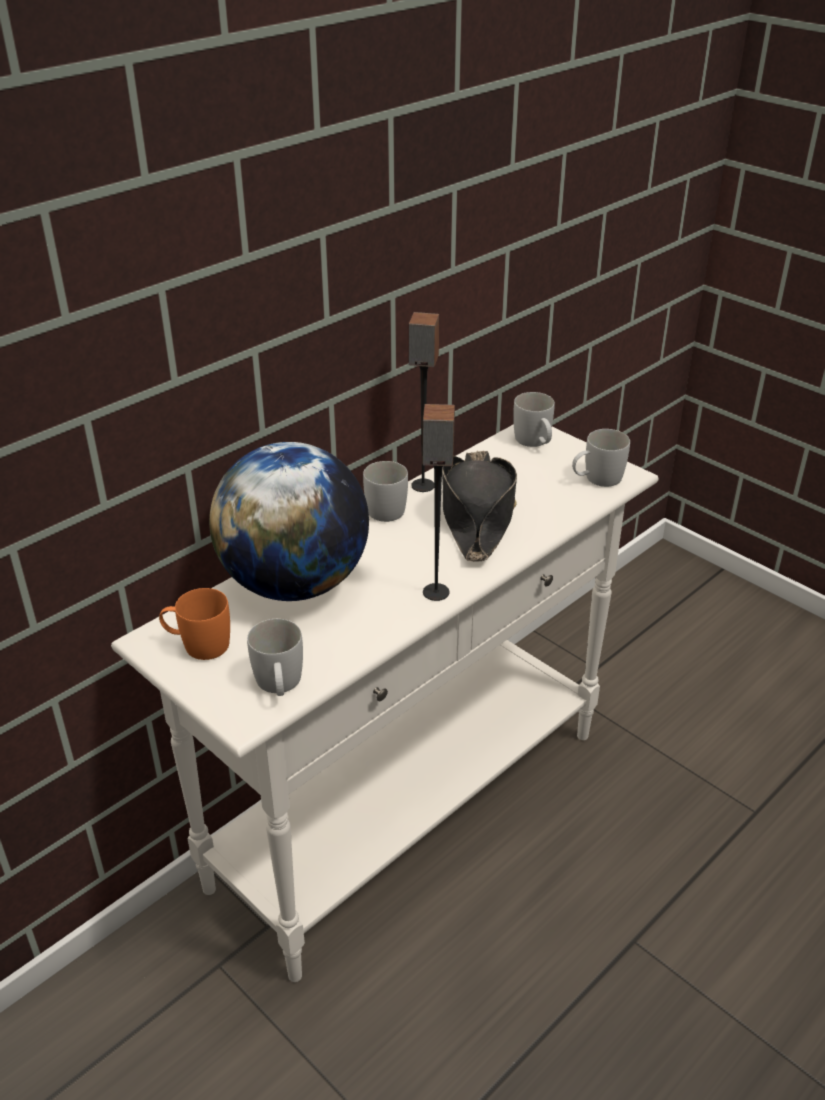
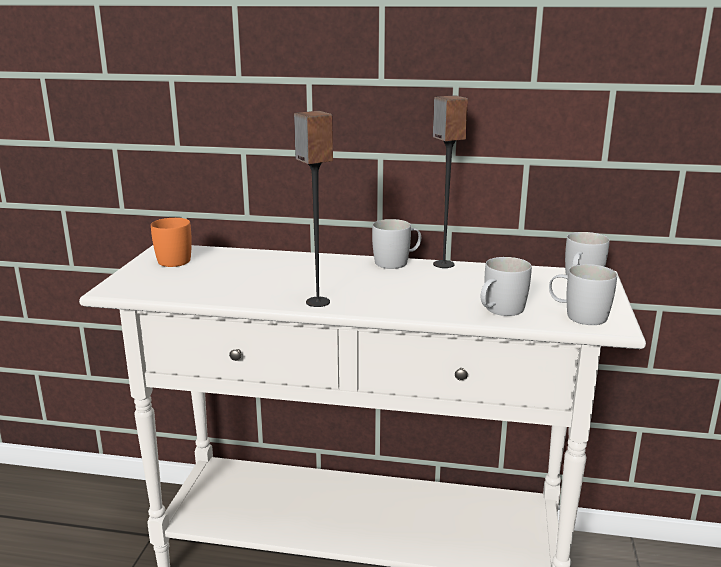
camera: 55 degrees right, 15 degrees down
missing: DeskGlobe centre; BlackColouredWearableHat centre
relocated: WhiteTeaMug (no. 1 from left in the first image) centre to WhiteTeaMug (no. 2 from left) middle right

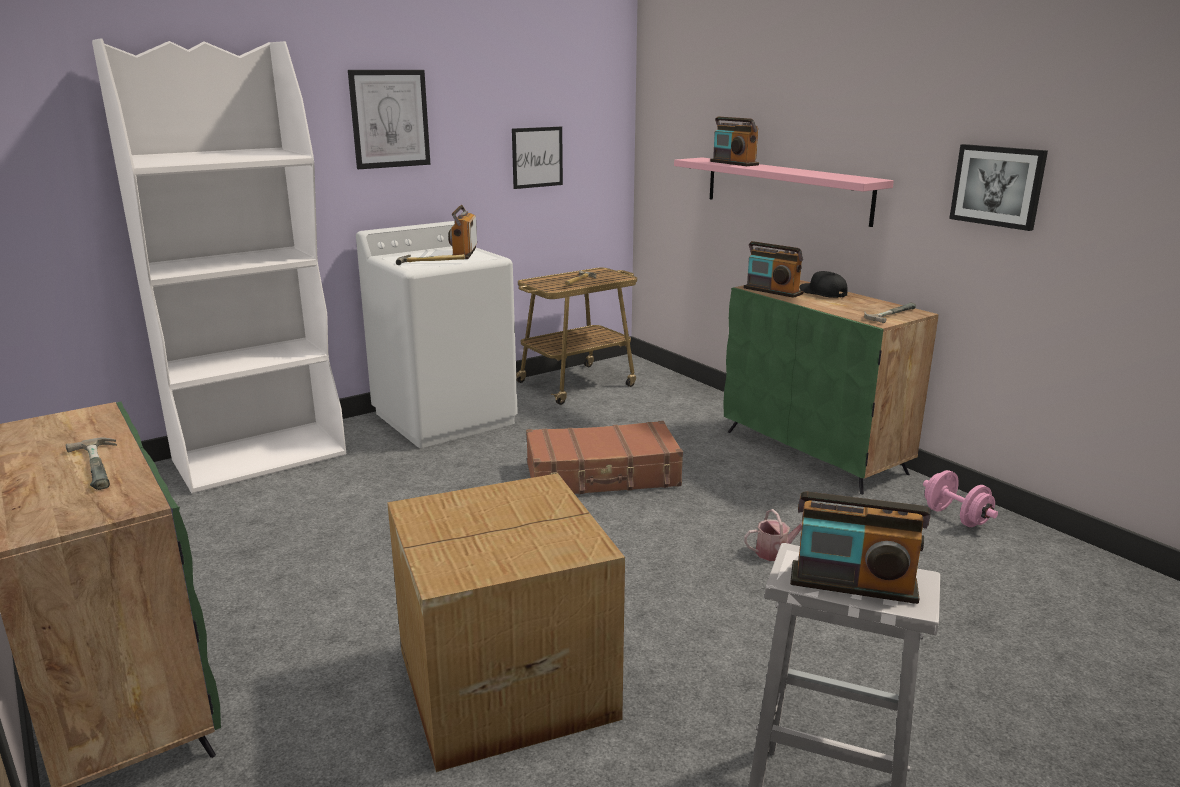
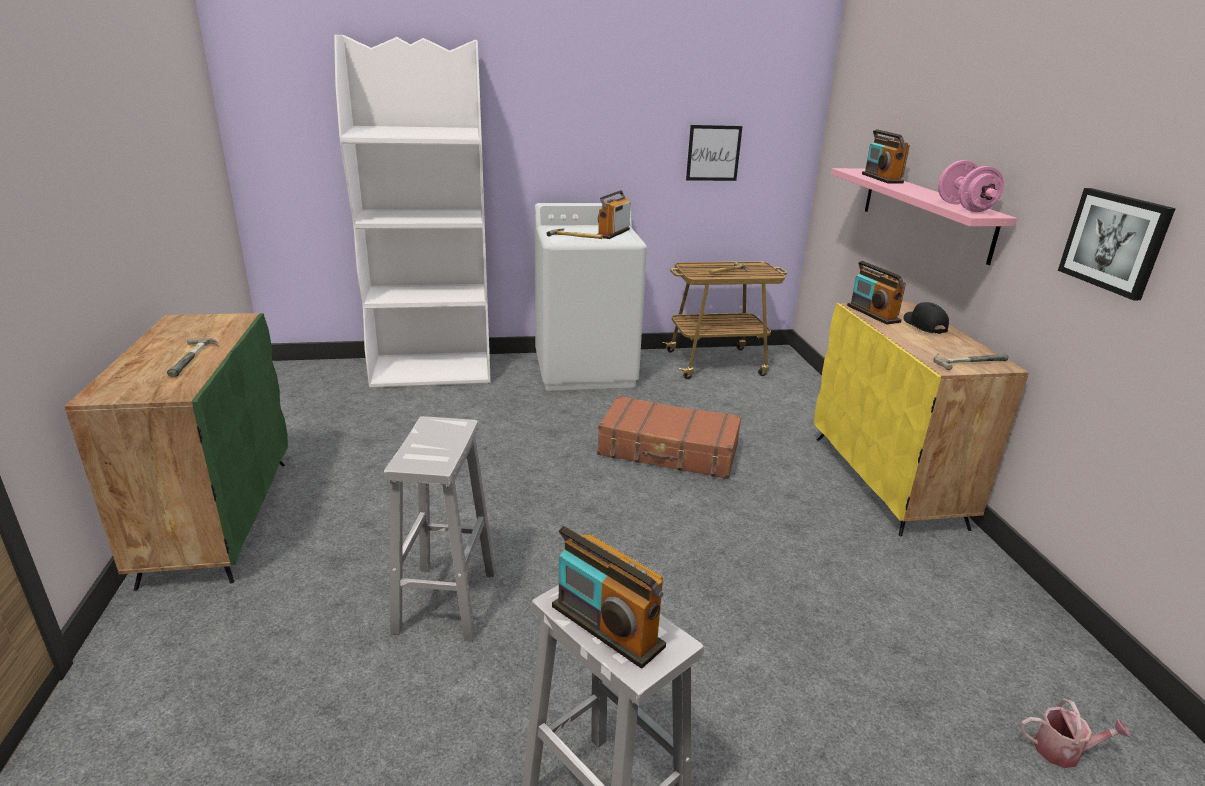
camera: 25 degrees right, 5 degrees up
missing: Picture (no. 1 from left) top left
relocated: PinkColouredHandWeight middle right to top right; WateringCan bottom centre to bottom right
exchanged: Carton bottom centre to WhiteSittingStool (no. 1 from left) bottom centre
colour: GreenStorageCabinet (no. 2 from left) middle right to YellowishStorageCabinet middle right

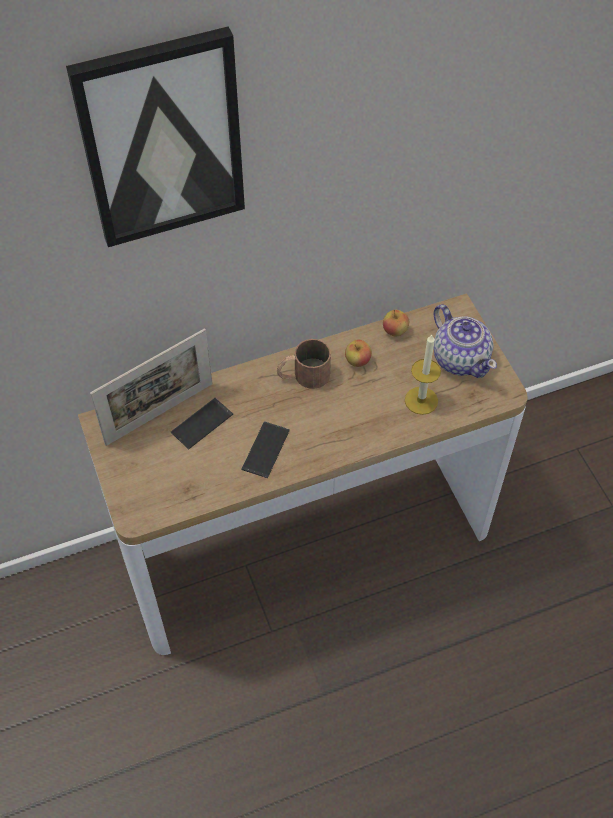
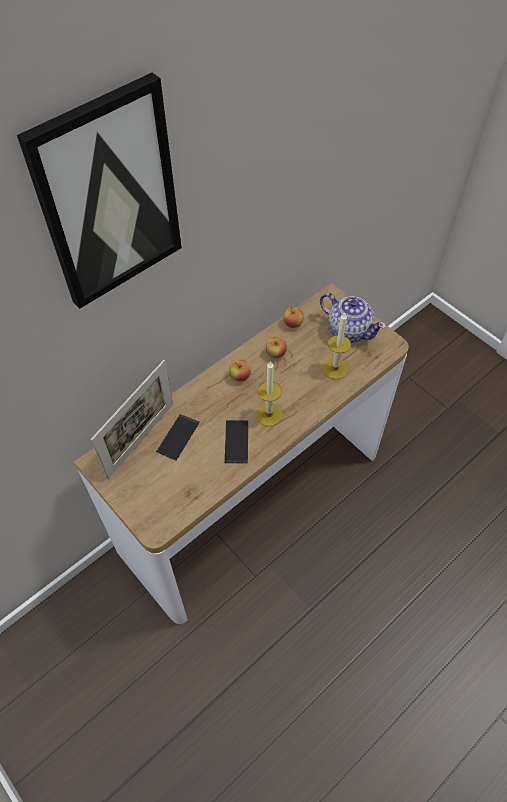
camera: 20 degrees left, 0 degrees up
appeared: Candle (no. 1 from left) centre
exchanged: BrownColouredTeaMug centre to AppleFruit (no. 1 from left) centre

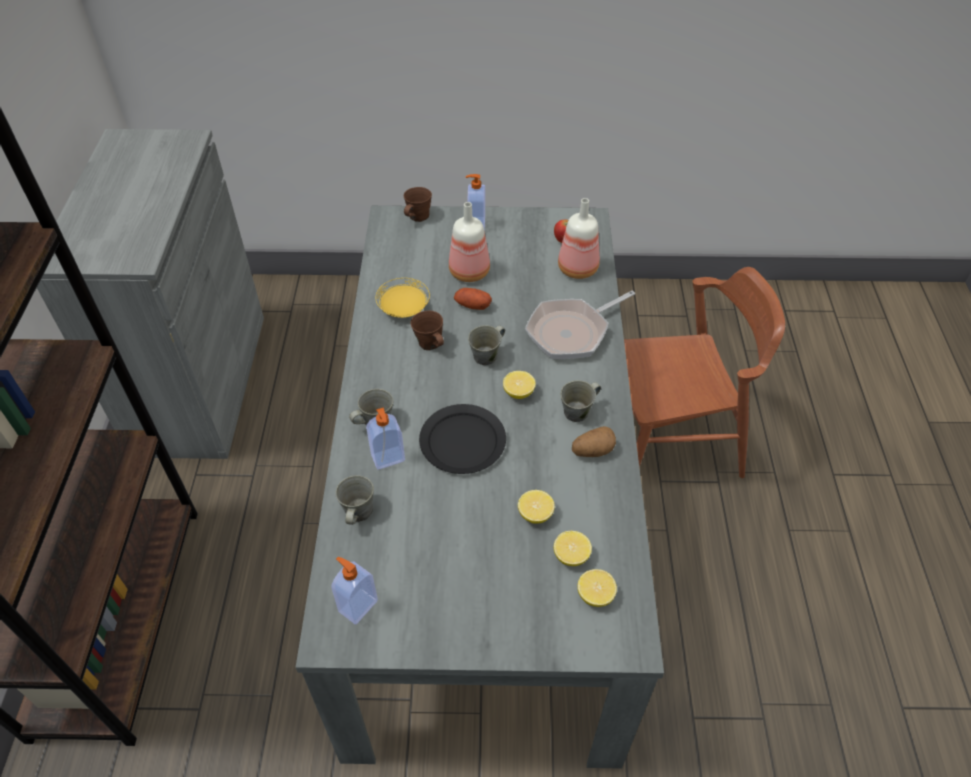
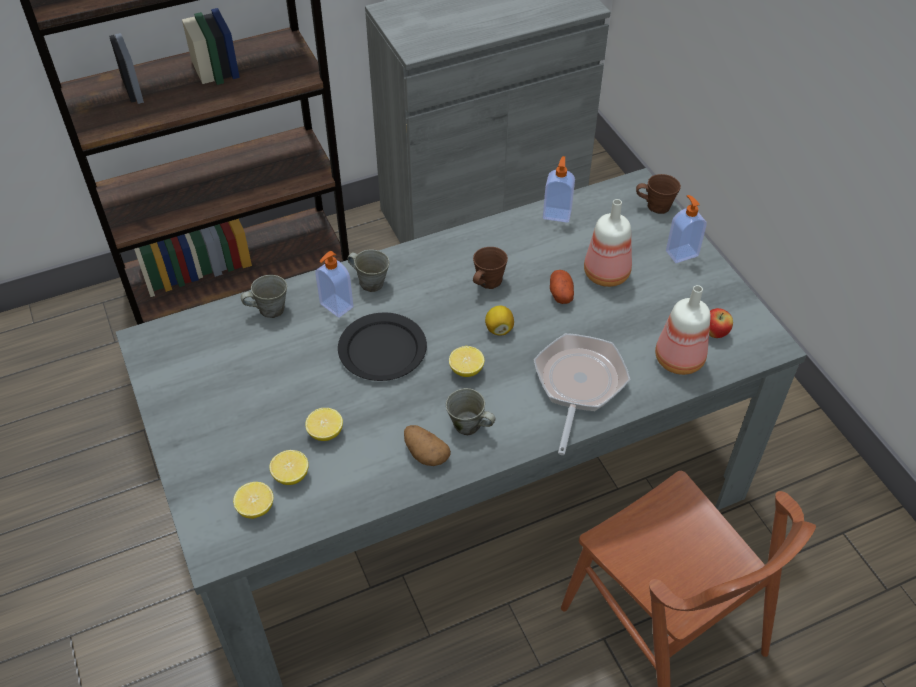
camera: 65 degrees right, 0 degrees up
missing: YellowishFlatDish centre
relocated: SoapDispenser (no. 1 from left in the first image) bottom centre to SoapDispenser (no. 2 from left) top centre
exchanged: GreyishTeaMug (no. 3 from left) centre to Lemon (no. 5 from left) centre
spun: Skillet centre = centre 75 degrees clockwise

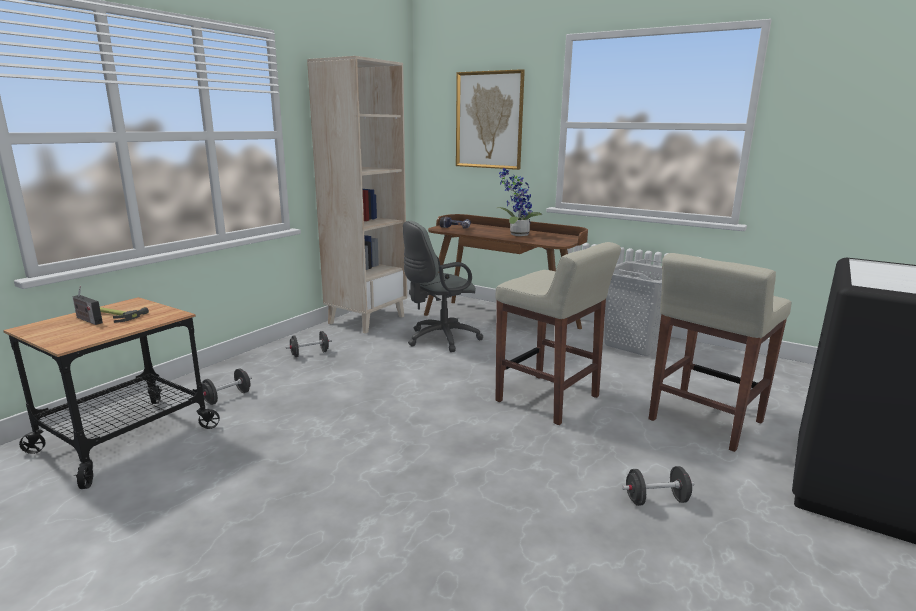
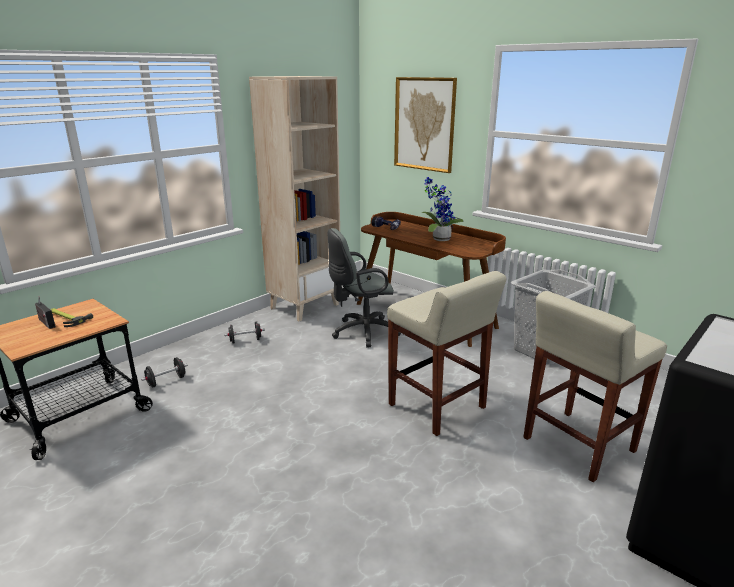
camera: 10 degrees right, 5 degrees up
missing: BlackColouredHandWeight (no. 3 from left) bottom right

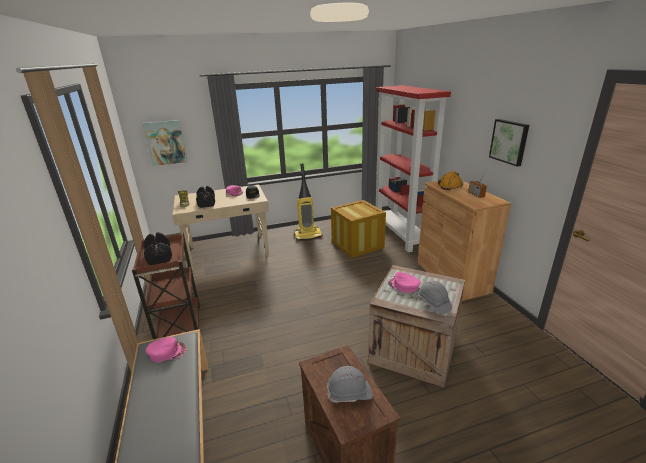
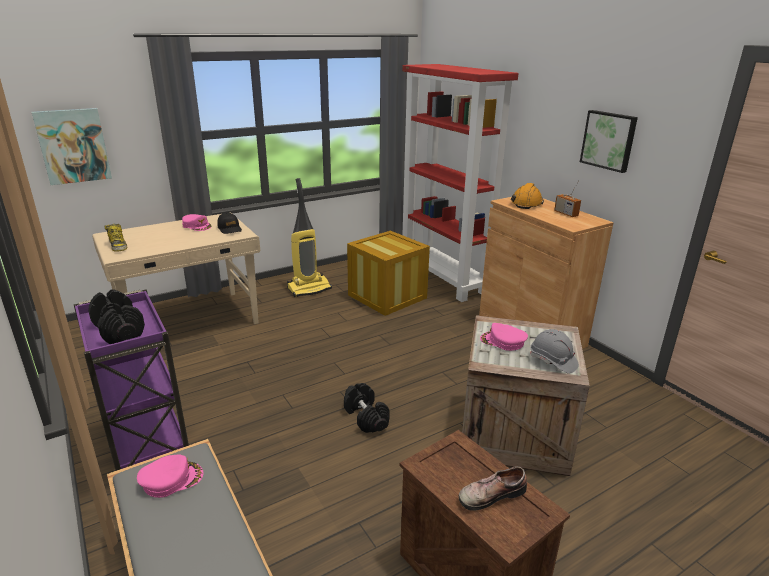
camera: 15 degrees left, 0 degrees up
relocated: BlackColouredHandWeight (no. 2 from left) middle left to bottom centre
exchanged: GreyishHardHat (no. 1 from left) bottom centre to ItemOfFootwear bottom centre
colour: BrownColouredTrolley middle left to PurpleTrolley middle left

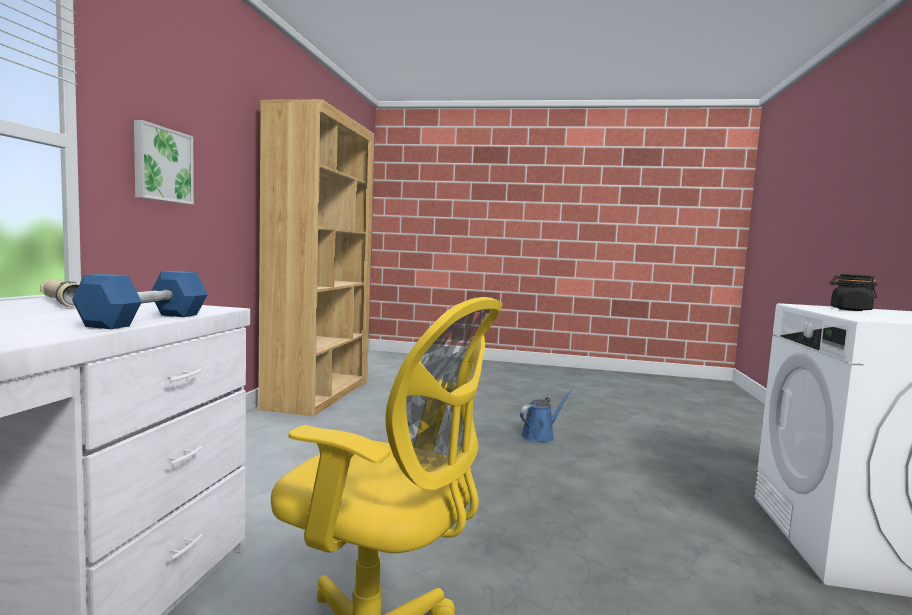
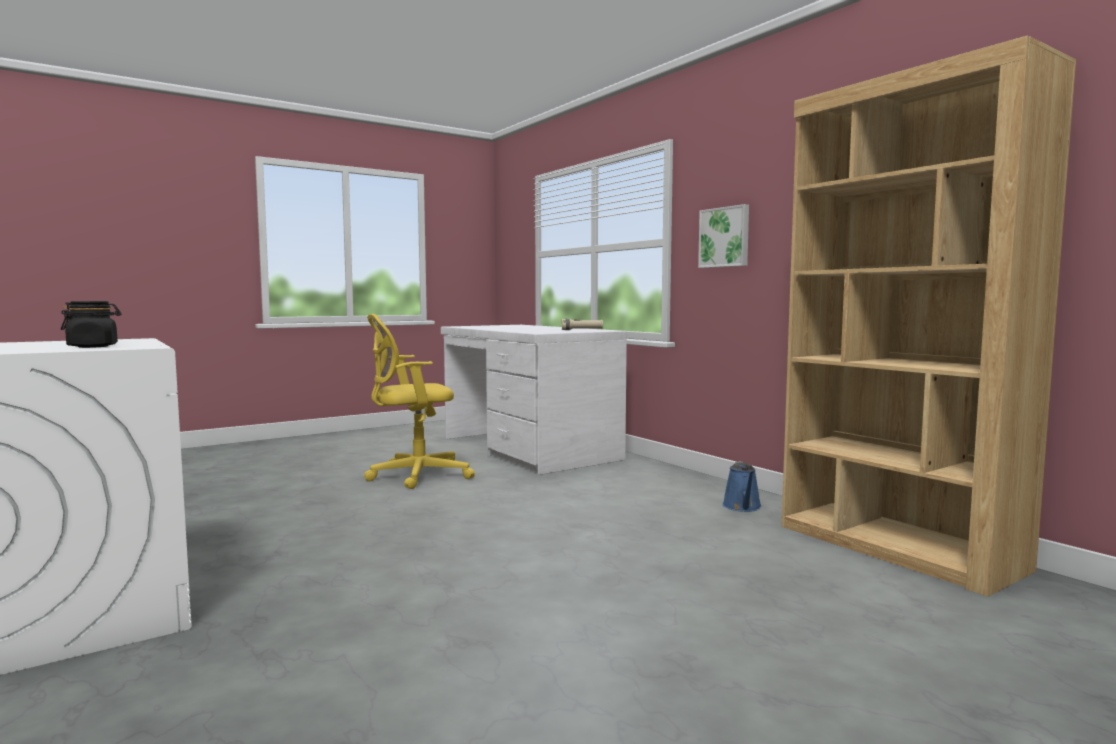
camera: 135 degrees right, 0 degrees up
missing: BlueHandWeight middle left
relocated: BlueWateringCan bottom centre to centre

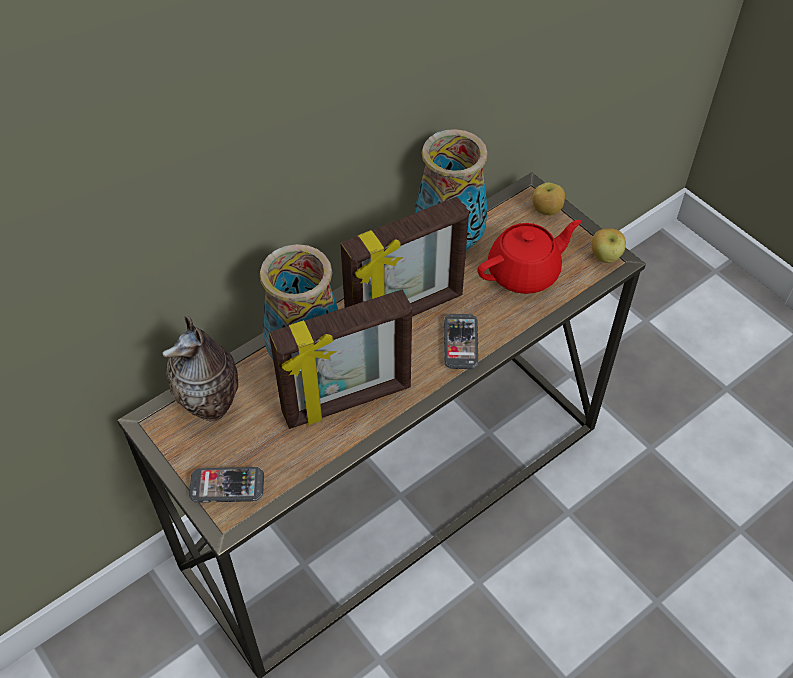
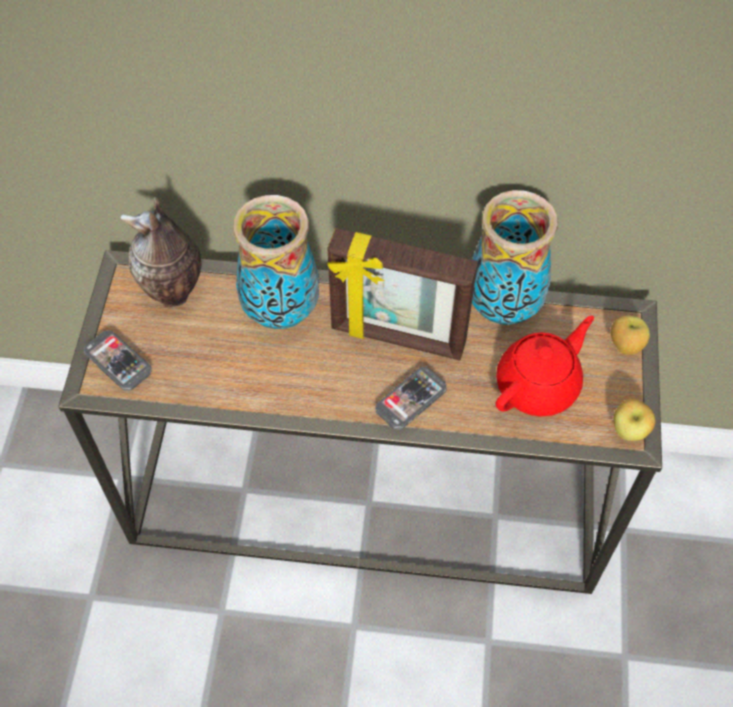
camera: 45 degrees right, 5 degrees up
missing: PictureFrame (no. 1 from left) centre
spun: RedPotForTea middle right = middle right 60 degrees counterclockwise

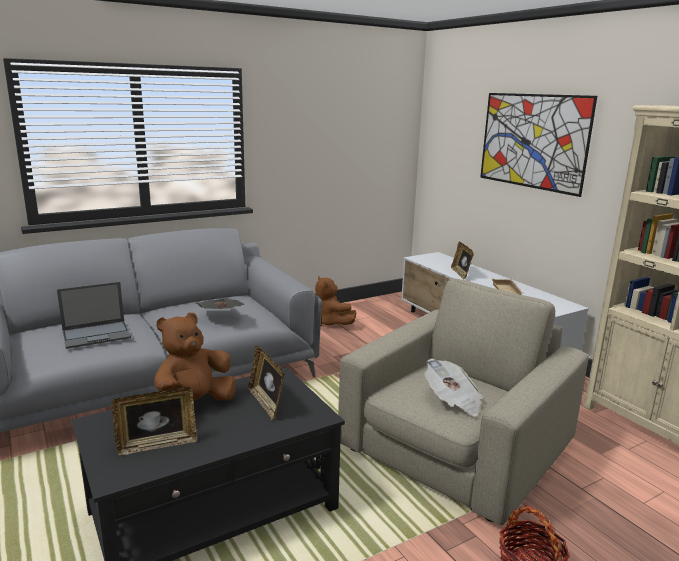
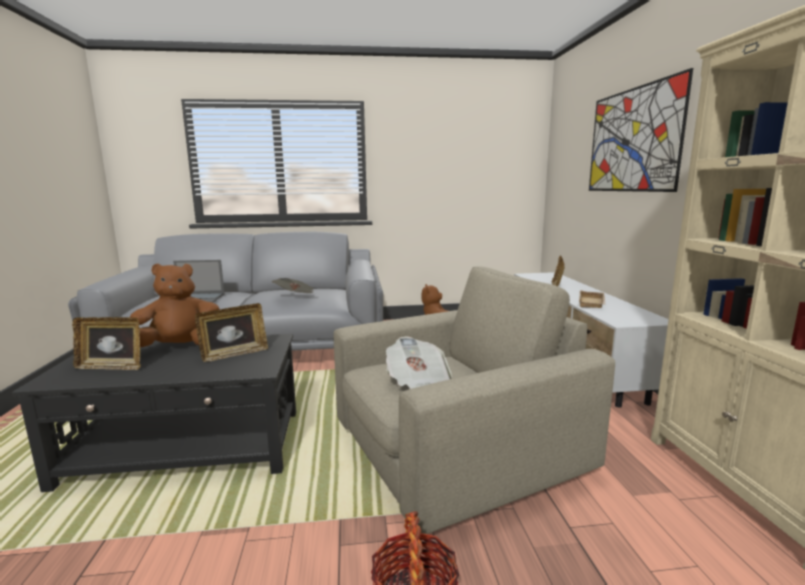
camera: 25 degrees right, 5 degrees down
spun: PictureFrame (no. 2 from left) bottom centre = middle left 120 degrees counterclockwise

